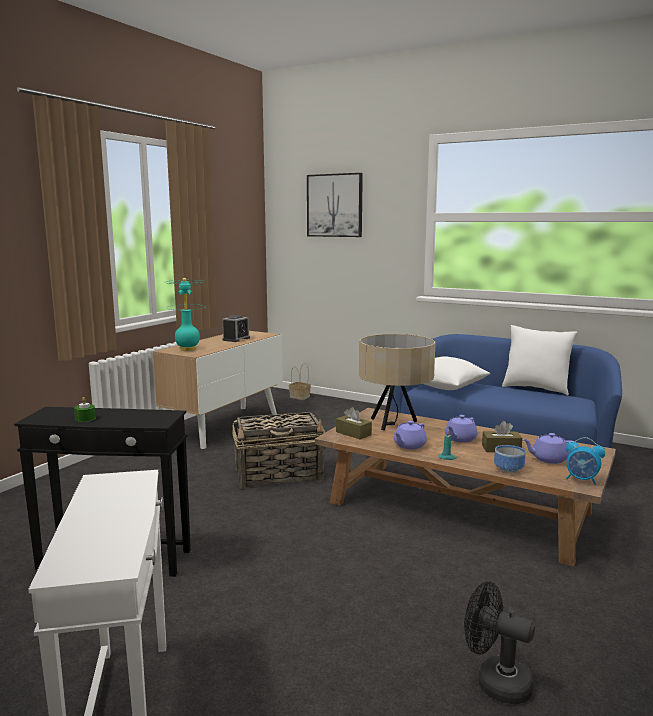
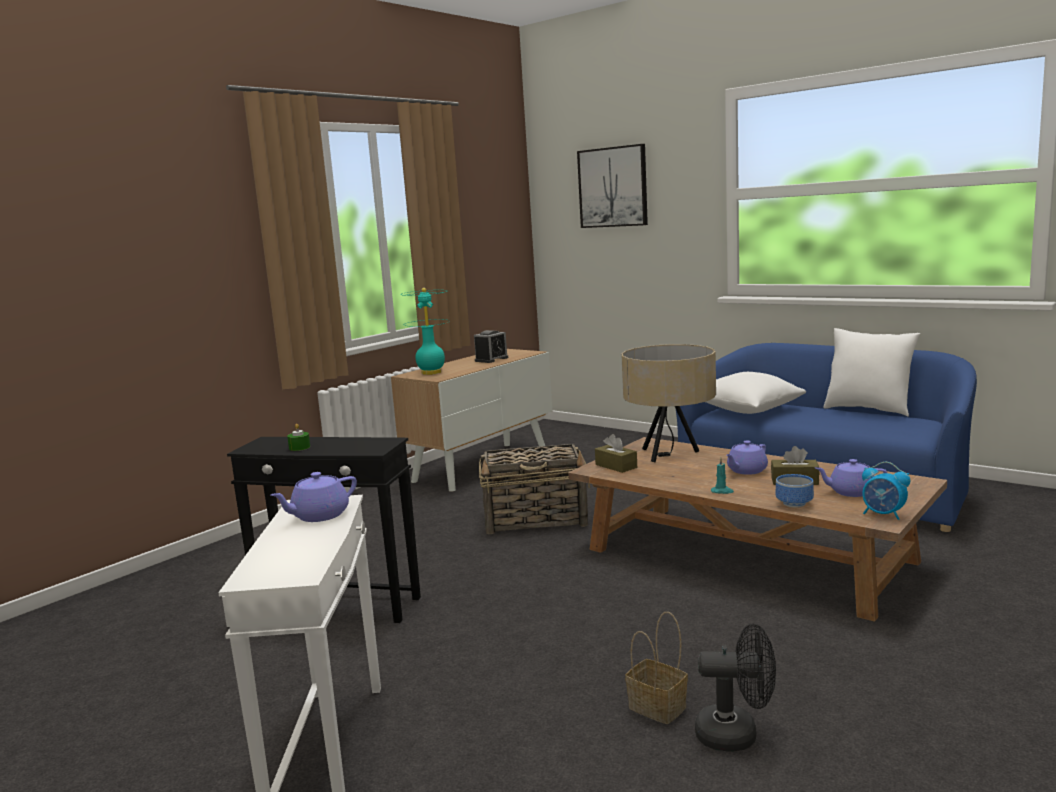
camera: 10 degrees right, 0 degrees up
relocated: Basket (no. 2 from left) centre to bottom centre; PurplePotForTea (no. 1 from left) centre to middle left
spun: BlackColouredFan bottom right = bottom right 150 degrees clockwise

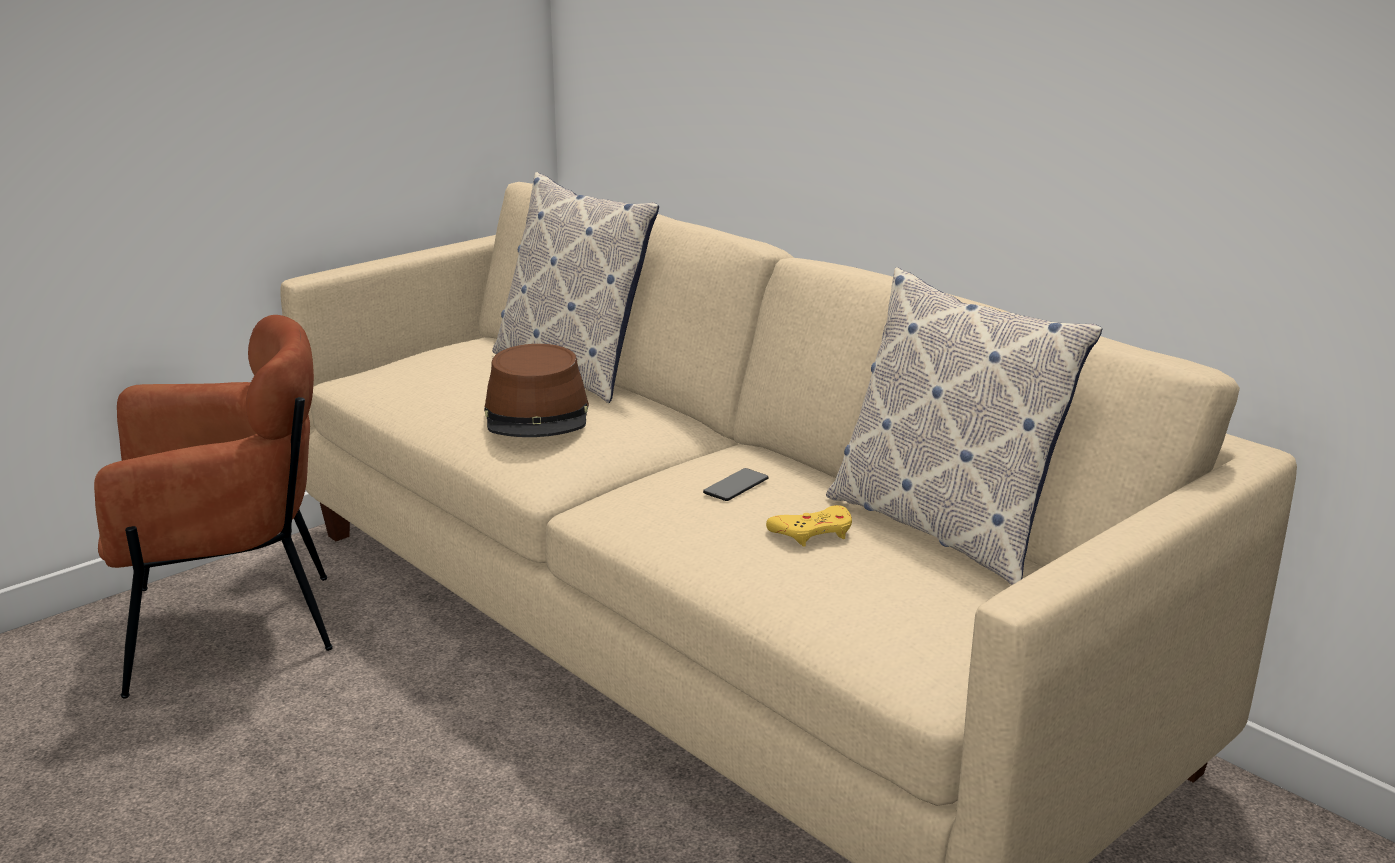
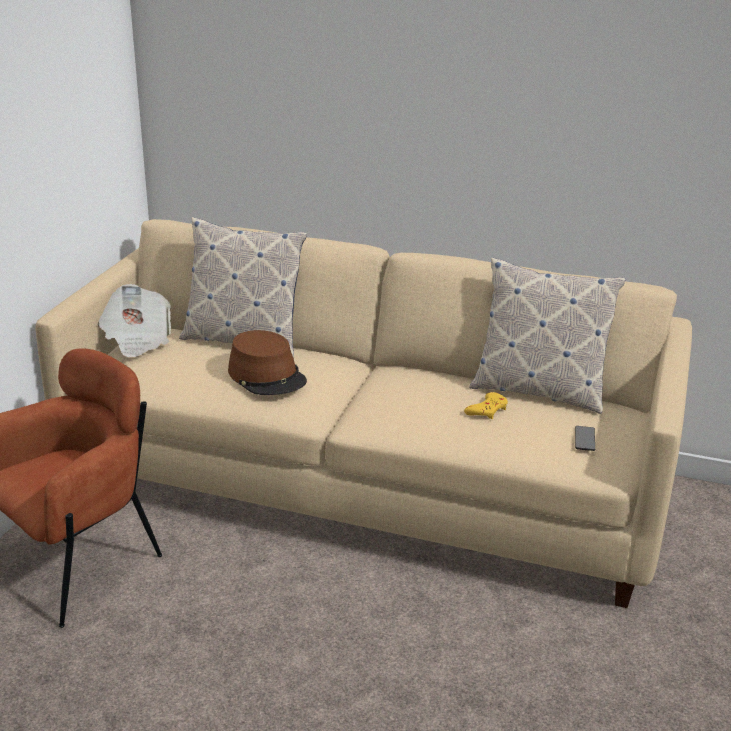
camera: 30 degrees left, 5 degrees up
appeared: DailyPaper middle left
relocated: Phone centre to middle right

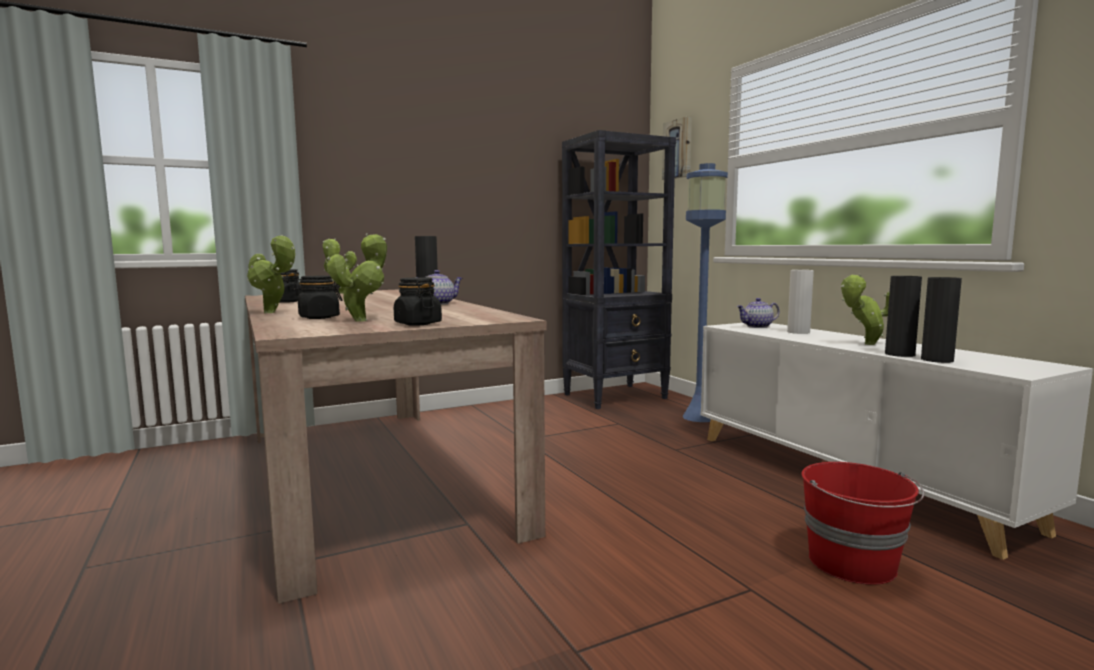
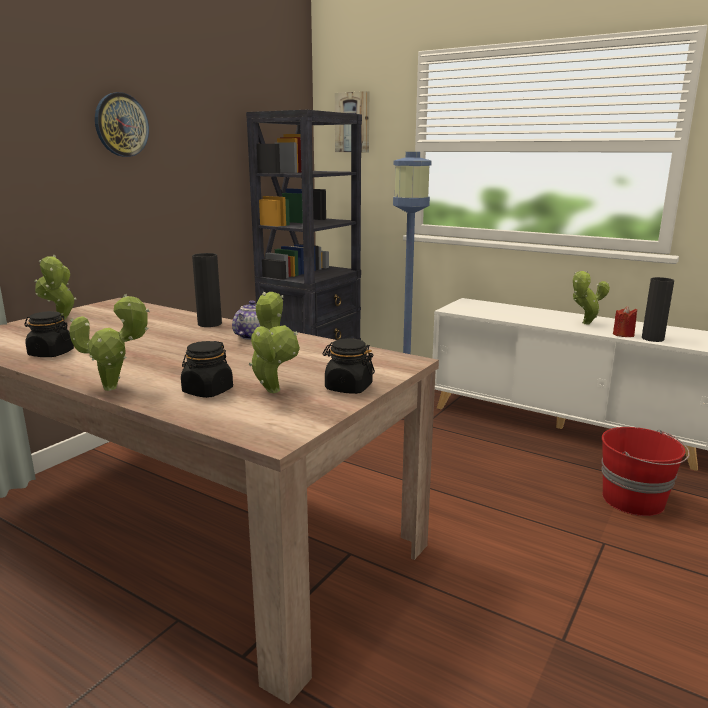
camera: 30 degrees left, 10 degrees up
missing: WhiteVase middle right; PotForTea (no. 2 from left) middle right
appeared: HangingClock top left
exchanged: BlackColouredVase (no. 2 from left) middle right to RedCandle middle right

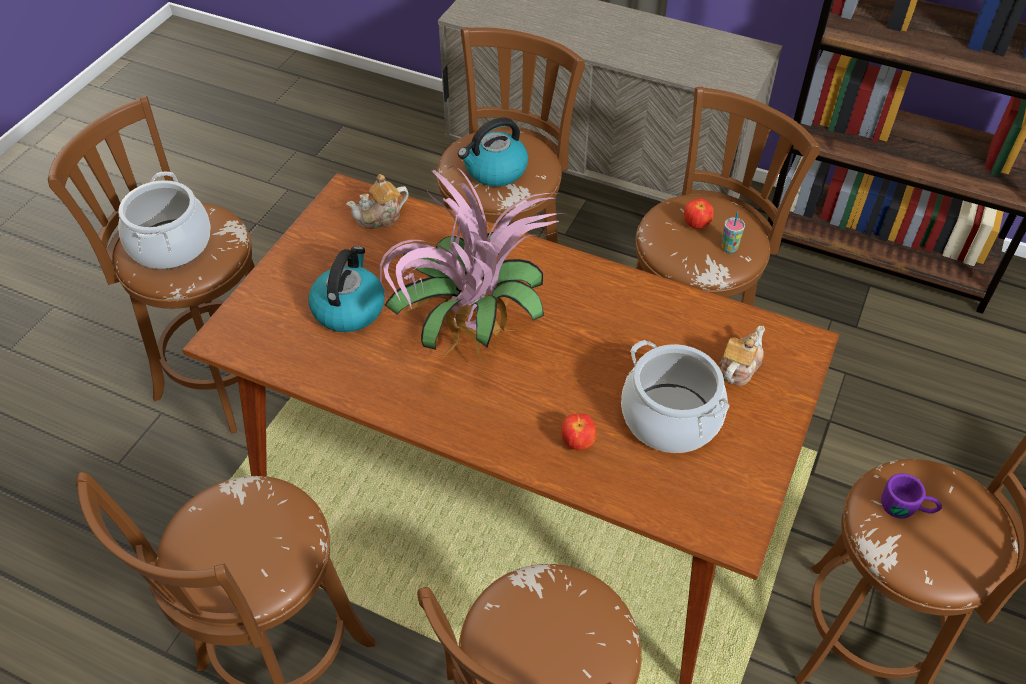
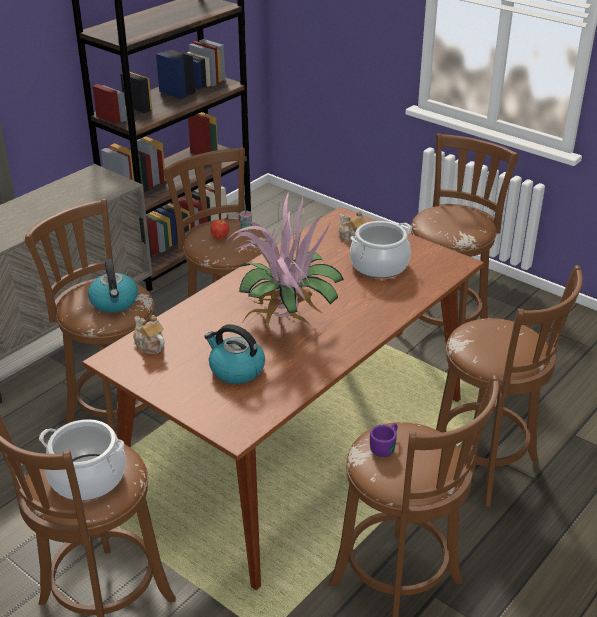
camera: 75 degrees left, 15 degrees down
missing: AppleFruit (no. 1 from left) centre
relocated: PurpleTeaMug bottom right to bottom centre
spun: PotForTea (no. 1 from left) top centre = middle left 150 degrees clockwise

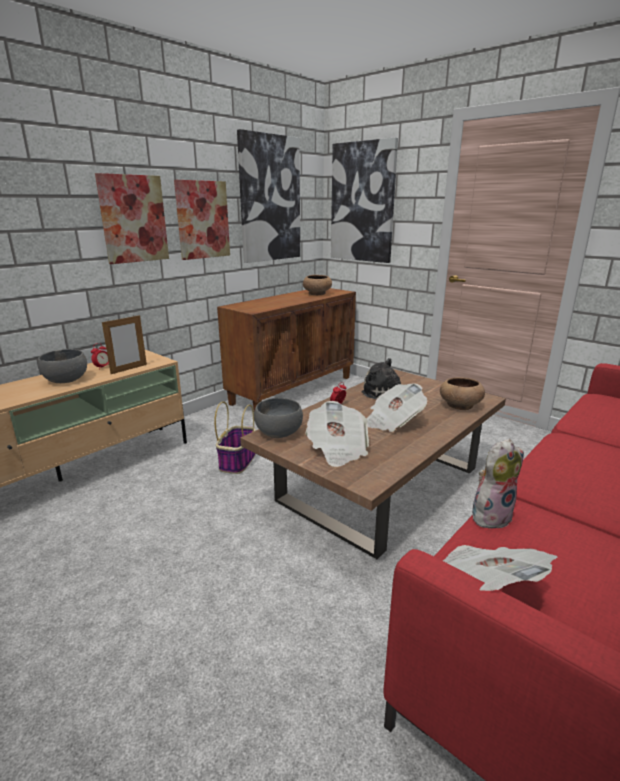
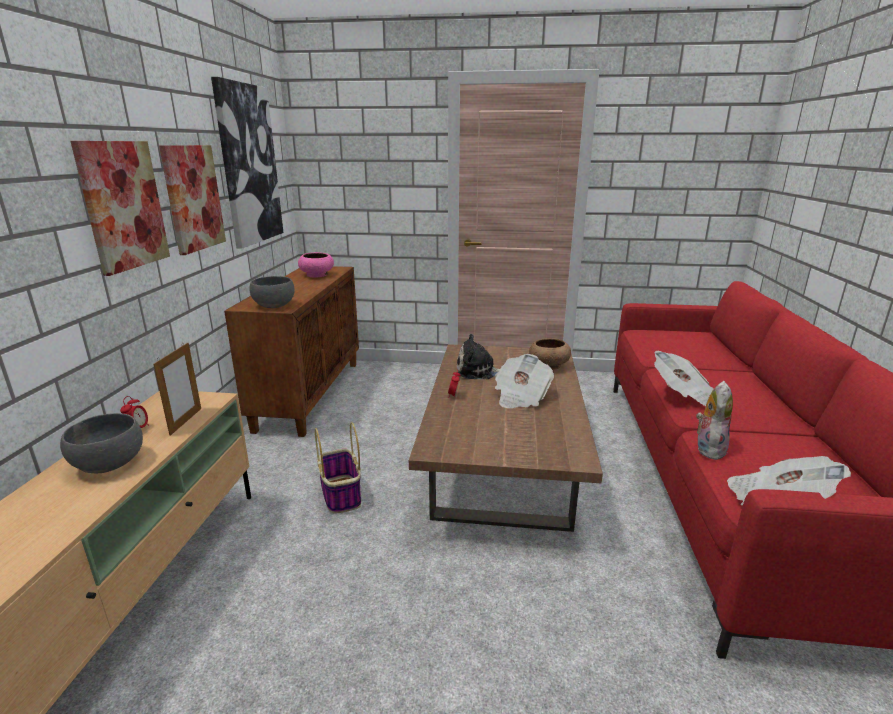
camera: 35 degrees left, 0 degrees up
missing: Picture (no. 4 from left) top centre
relocated: GreyishDeepDish (no. 2 from left) centre to middle left; DailyPaper (no. 1 from left in the first image) centre to DailyPaper (no. 2 from left) middle right
colour: BrownColouredDeepDish (no. 1 from left) centre to PinkColouredDeepDish centre

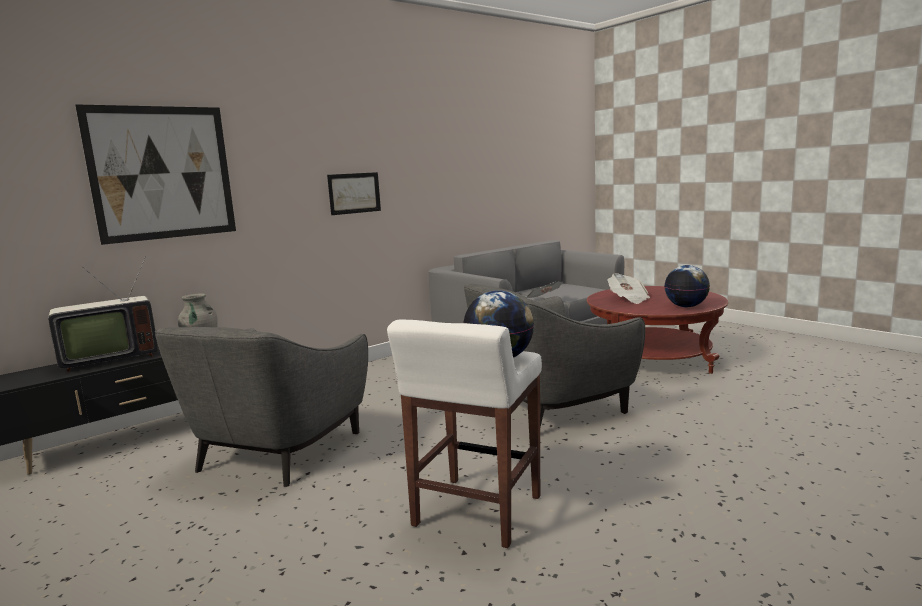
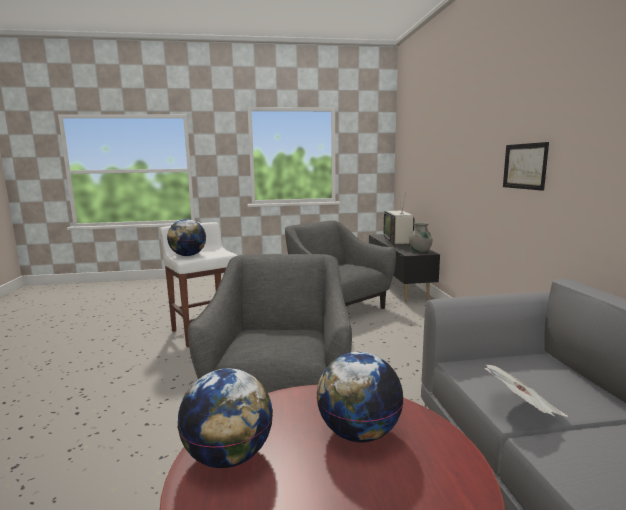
camera: 120 degrees right, 0 degrees up
missing: Picture (no. 1 from left) top left
exchanged: DailyPaper (no. 2 from left) middle right to DeskGlobe (no. 3 from left) bottom centre

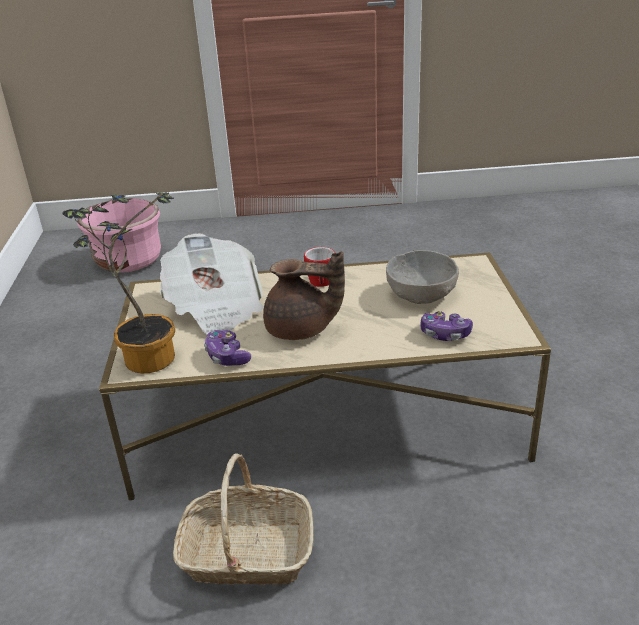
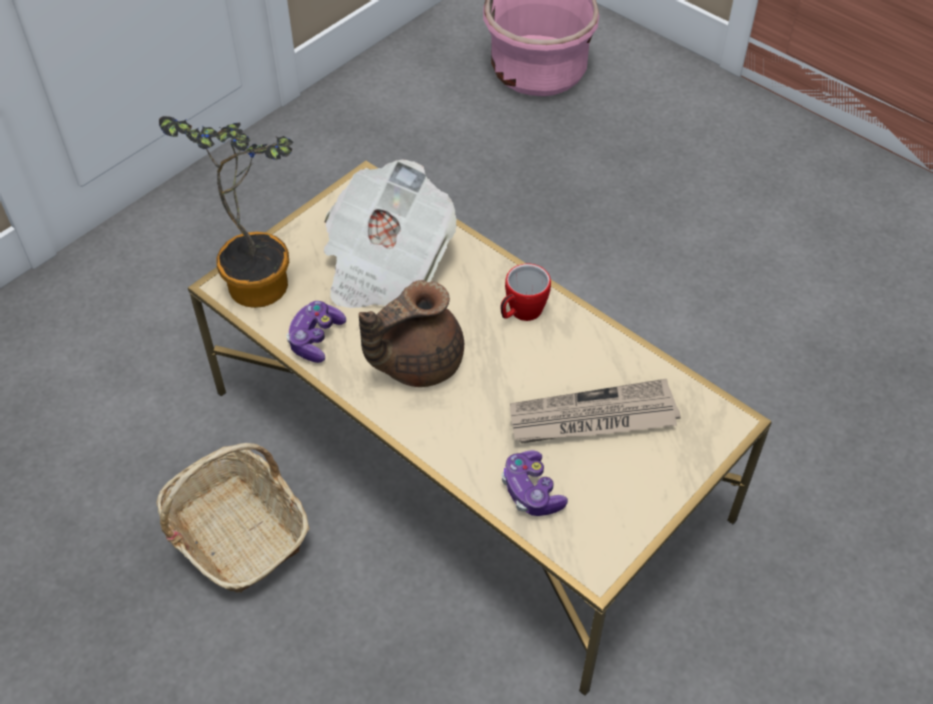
camera: 45 degrees right, 20 degrees up
exchanged: GreyishDeepDish centre to DailyPaper (no. 2 from left) centre
spun: BrownColouredPotForTea centre = centre 90 degrees clockwise

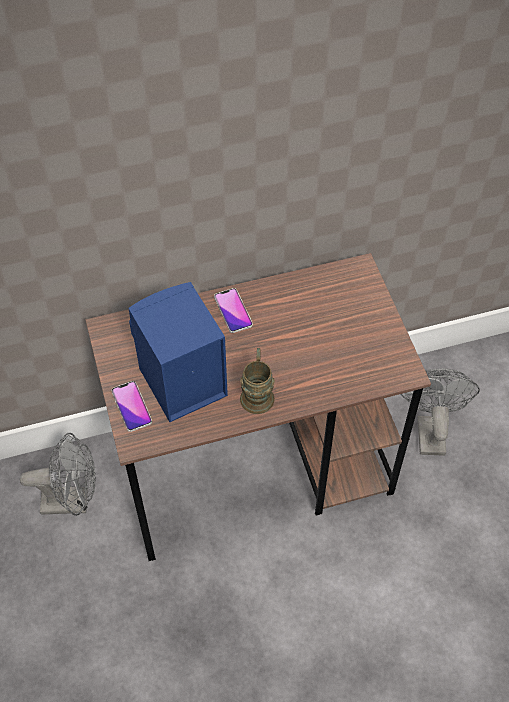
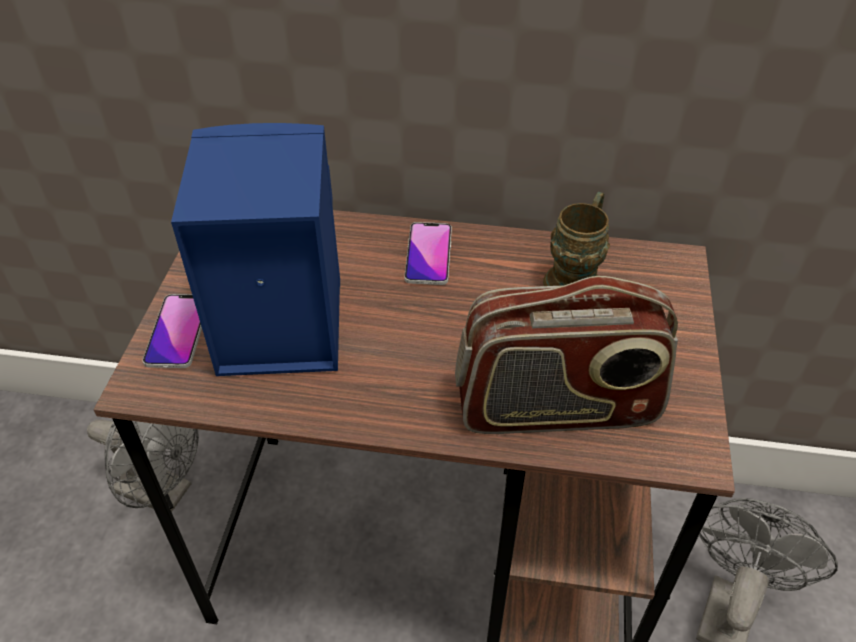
camera: 25 degrees right, 10 degrees down
appeared: RadioReceiver centre
relocated: BrownColouredTeaMug centre to middle right

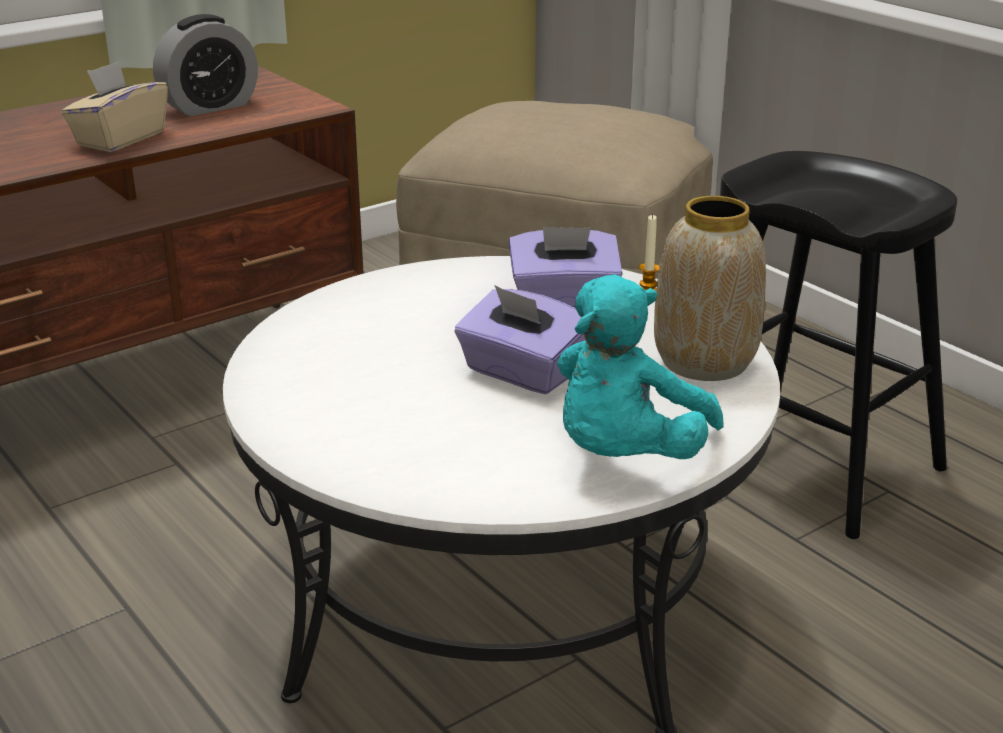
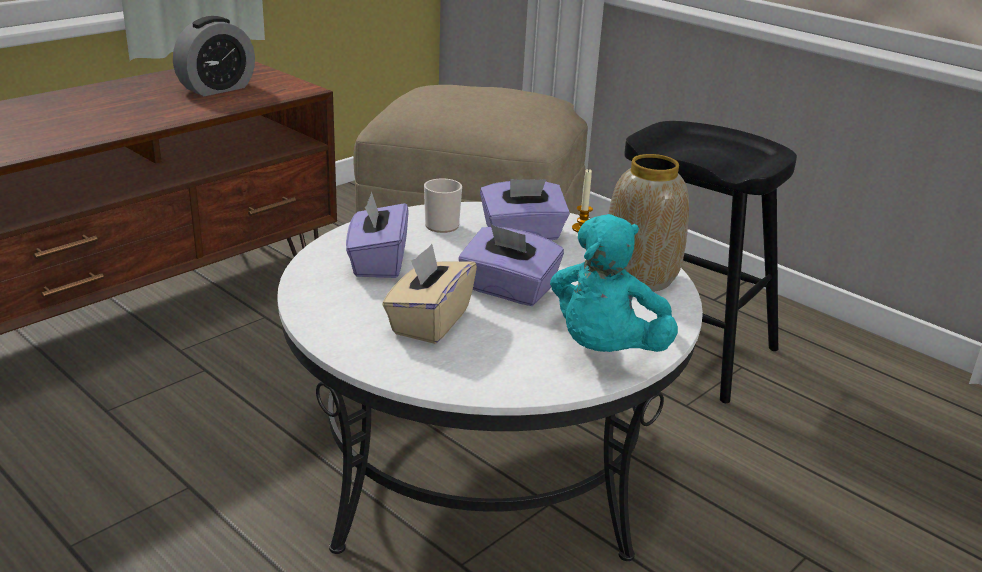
camera: 10 degrees left, 0 degrees up
appeared: TeaMug centre; PurpleTissueBox (no. 1 from left) centre
relocated: SandColouredTissueBox top left to centre

